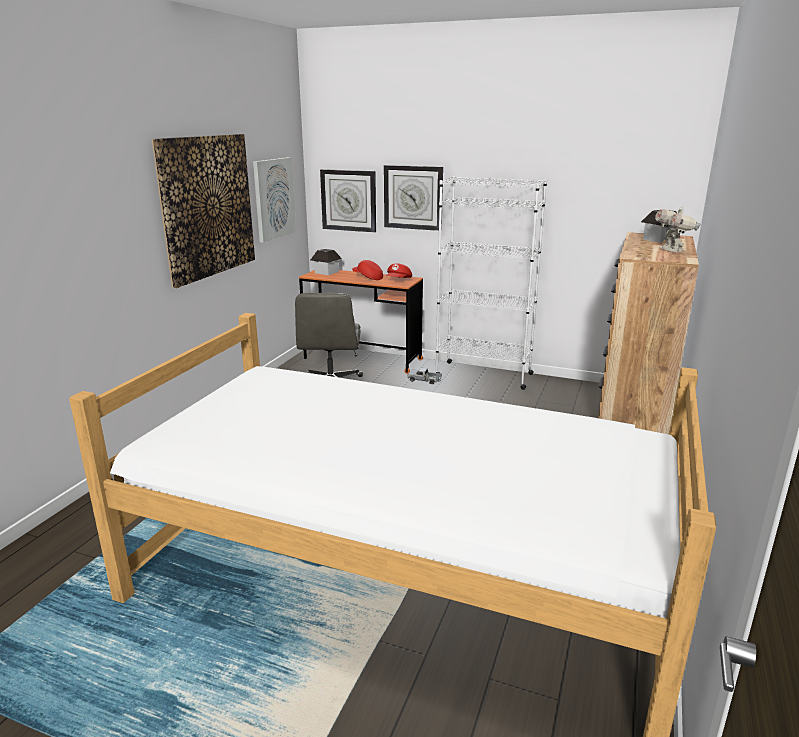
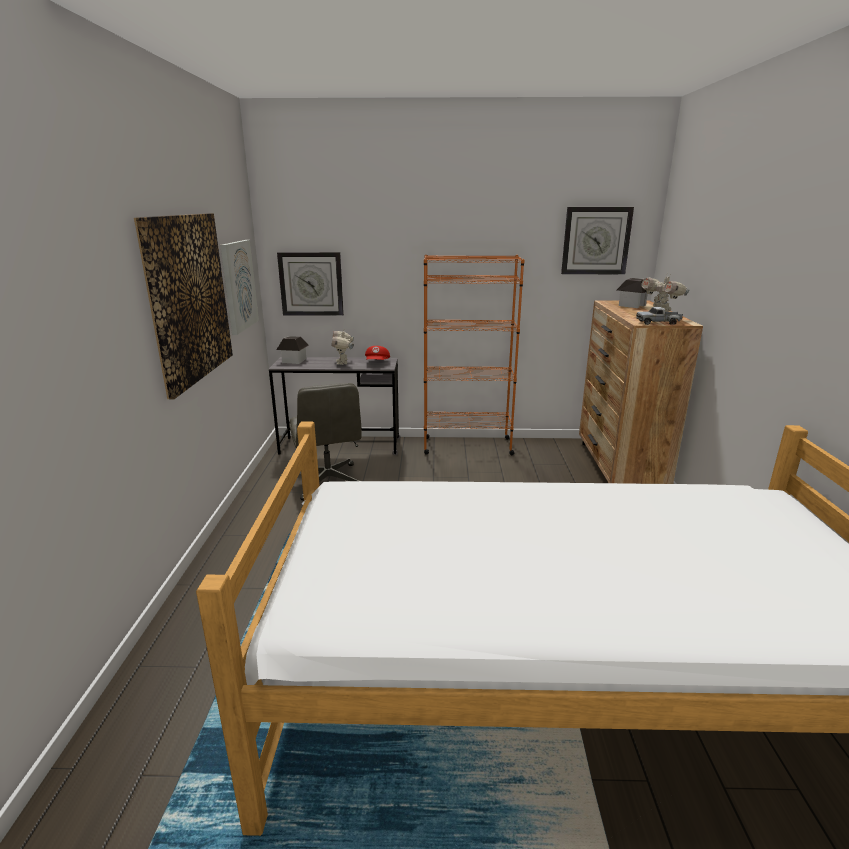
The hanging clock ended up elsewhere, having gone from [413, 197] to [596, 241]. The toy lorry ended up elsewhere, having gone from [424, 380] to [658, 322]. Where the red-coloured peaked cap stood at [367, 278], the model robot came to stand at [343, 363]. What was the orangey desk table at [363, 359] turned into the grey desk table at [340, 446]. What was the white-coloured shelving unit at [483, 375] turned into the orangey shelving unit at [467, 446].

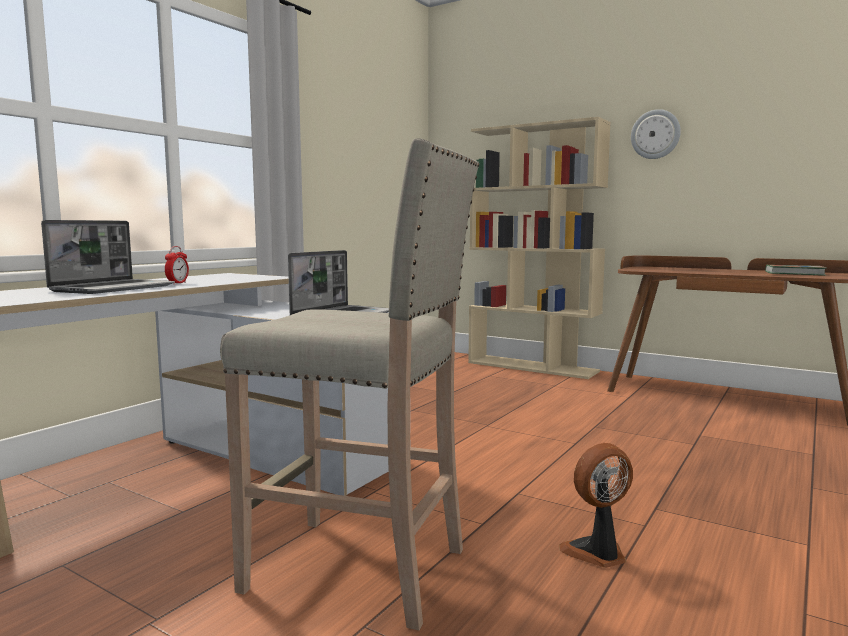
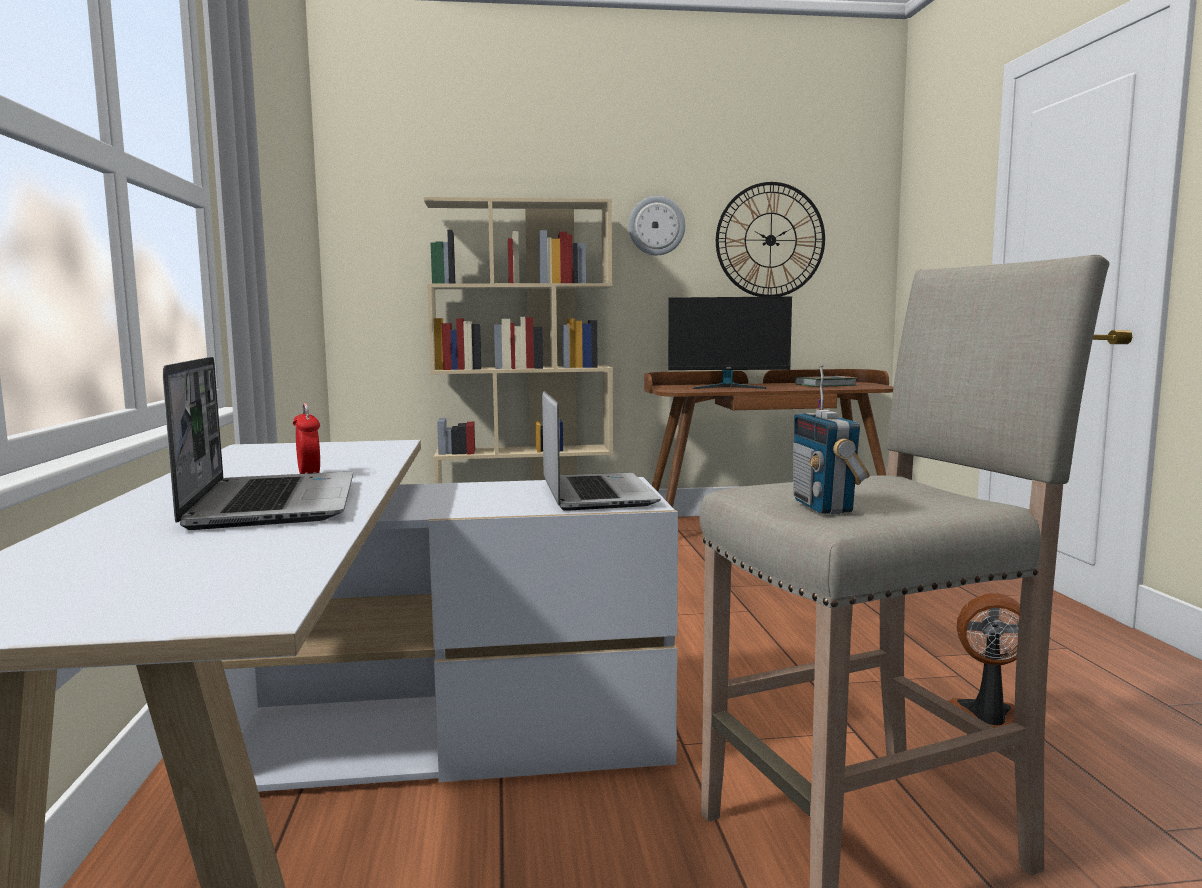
The second view gained the computer screen at [728, 387]. The second view gained the hanging clock at [770, 240]. The second view gained the radio set at [824, 506]. The fan at [597, 553] ended up facing another way, 75 degrees clockwise from before.

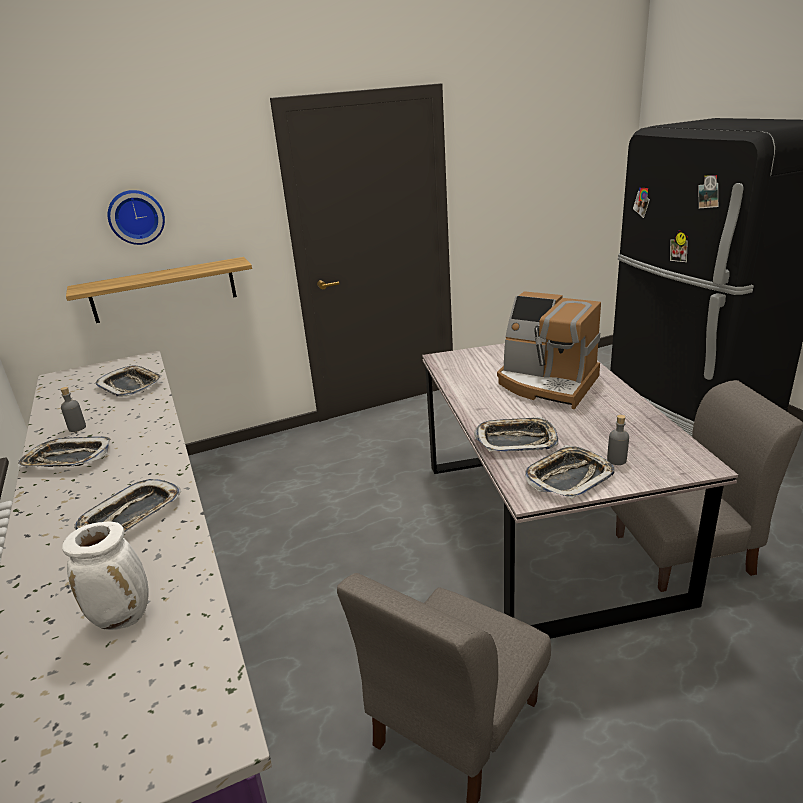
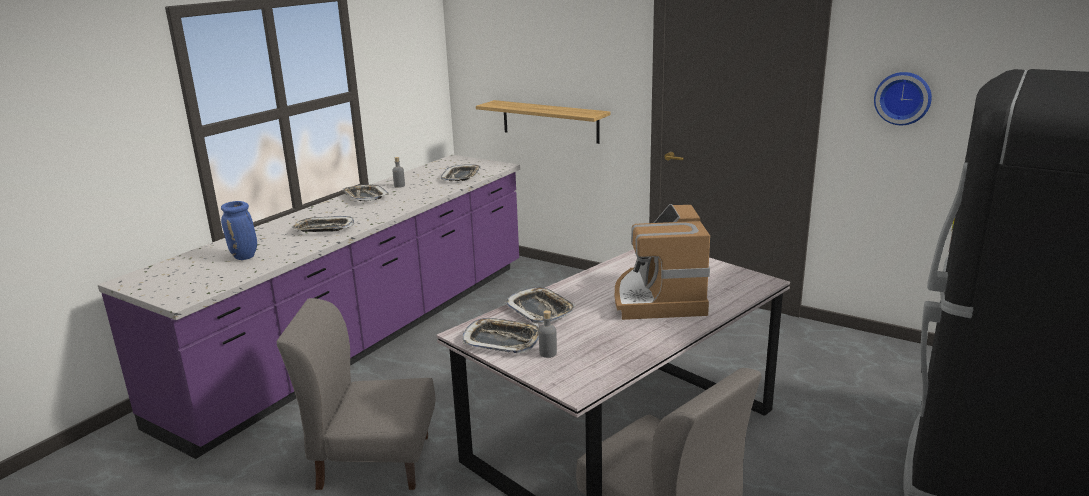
The hanging clock ended up elsewhere, having gone from [136, 217] to [903, 98]. What was the white-coloured flower vase at [124, 617] turned into the blue-coloured flower vase at [245, 257].

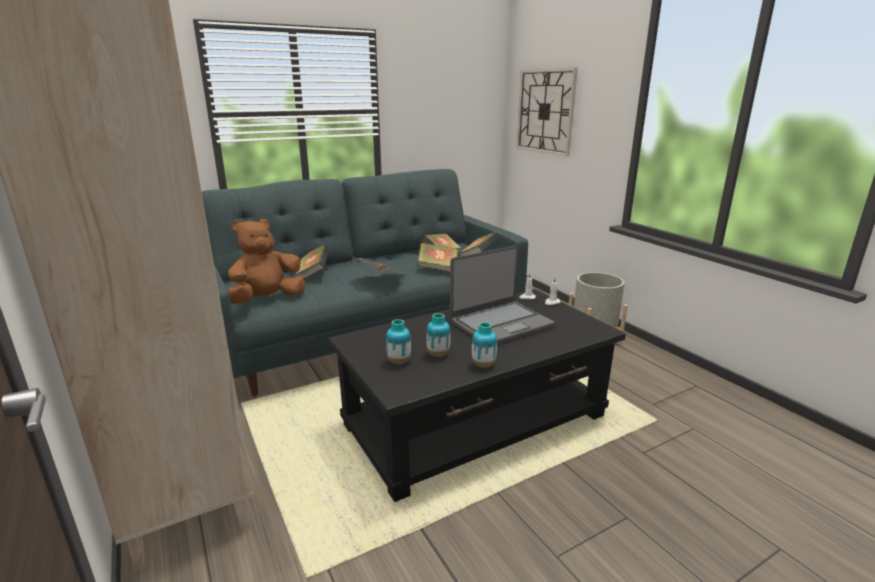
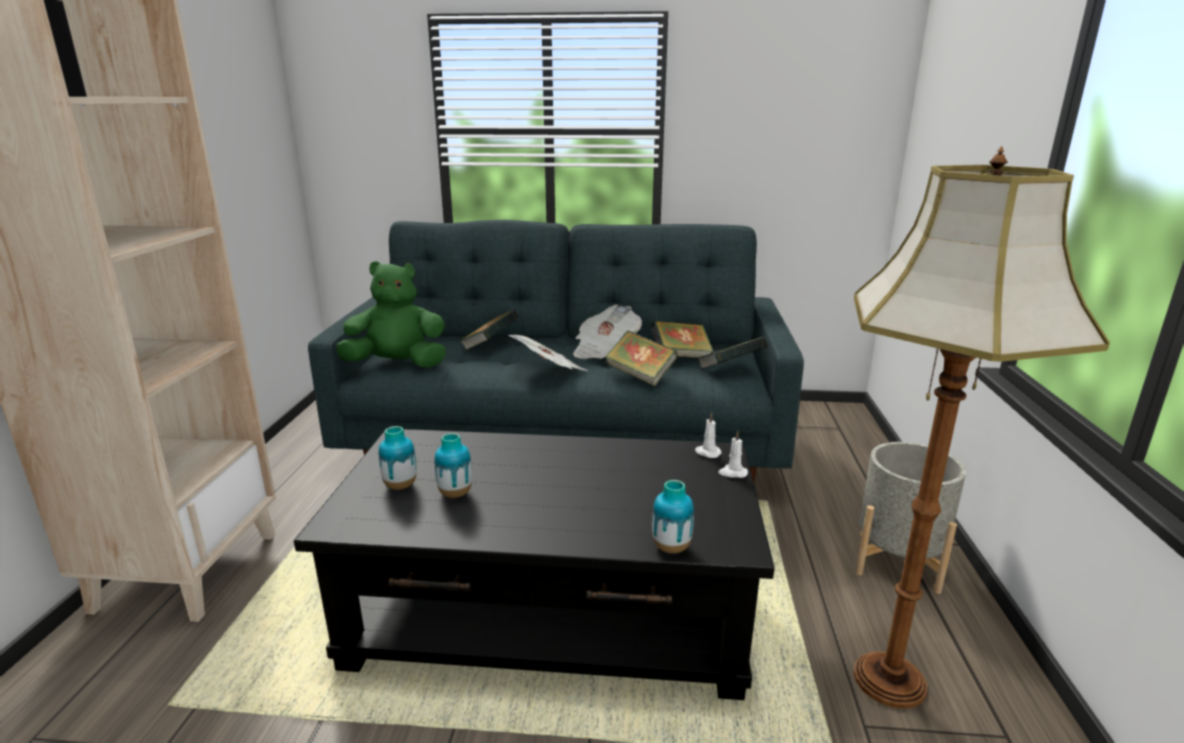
The second view lost the laptop at [500, 324]. The second view lost the hanging clock at [545, 111]. The second view gained the newspaper at [604, 350]. The second view gained the floor lamp at [892, 681]. The flower vase ended up elsewhere, having gone from [483, 365] to [671, 547]. What was the brown-coloured soft toy at [267, 300] turned into the green soft toy at [397, 365].

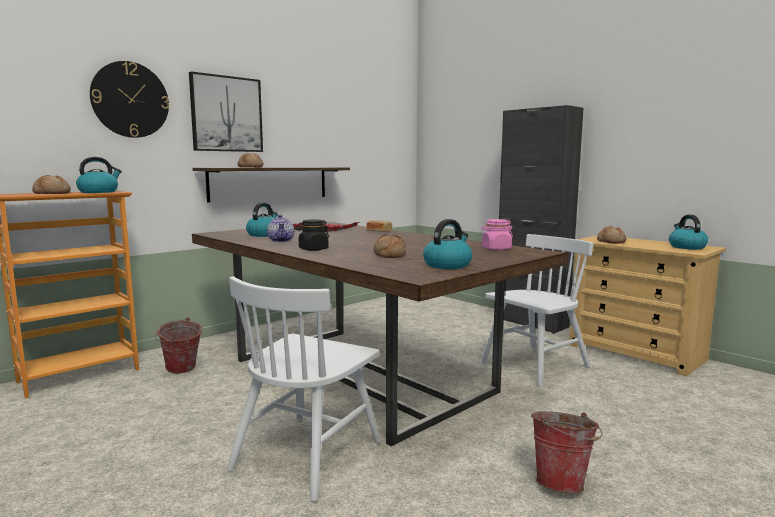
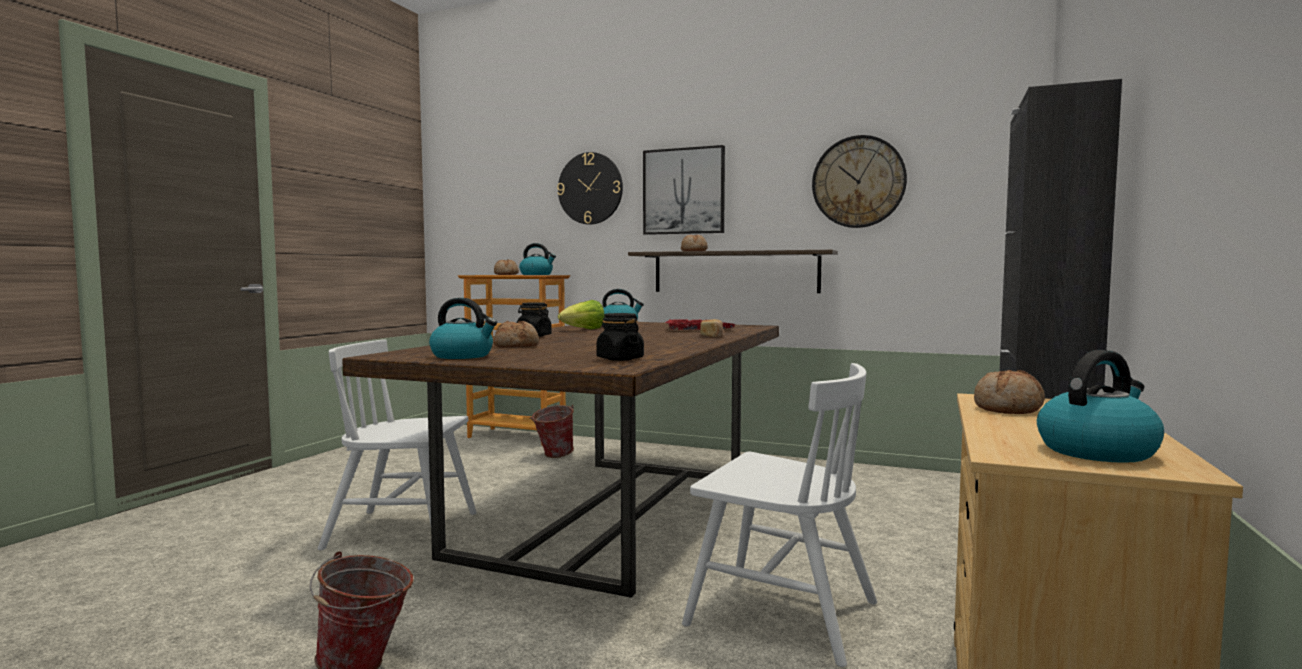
The second view gained the hanging clock at [858, 182]. Where the teapot stood at [281, 240], the lettuce head came to stand at [583, 330]. What was the pinkish preserve jar at [496, 249] turned into the black-coloured preserve jar at [619, 359].

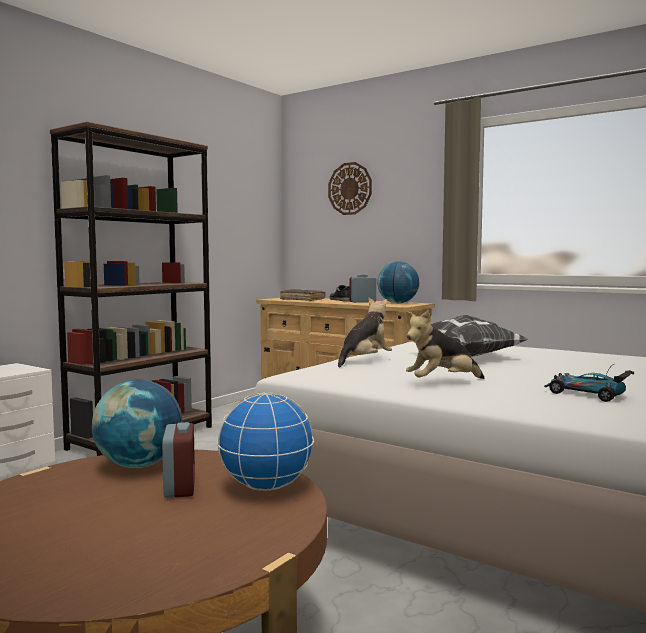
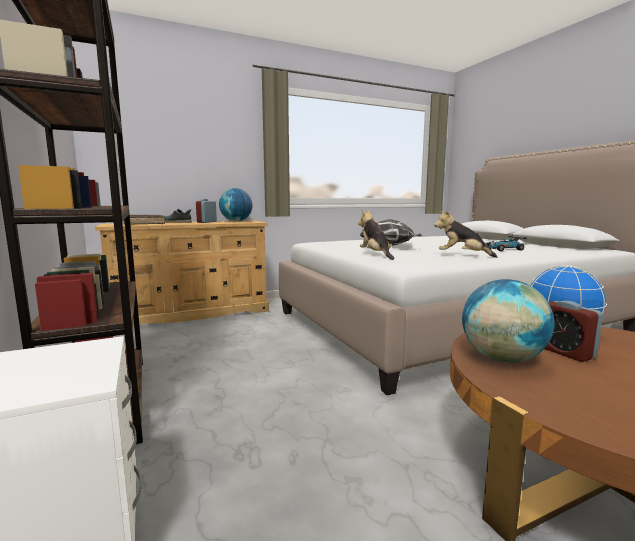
The second view lost the hanging clock at [350, 188]. The bedside clock at [180, 487] ended up facing another way, 135 degrees counterclockwise from before. The soft toy at [442, 383] ended up facing another way, 105 degrees clockwise from before.

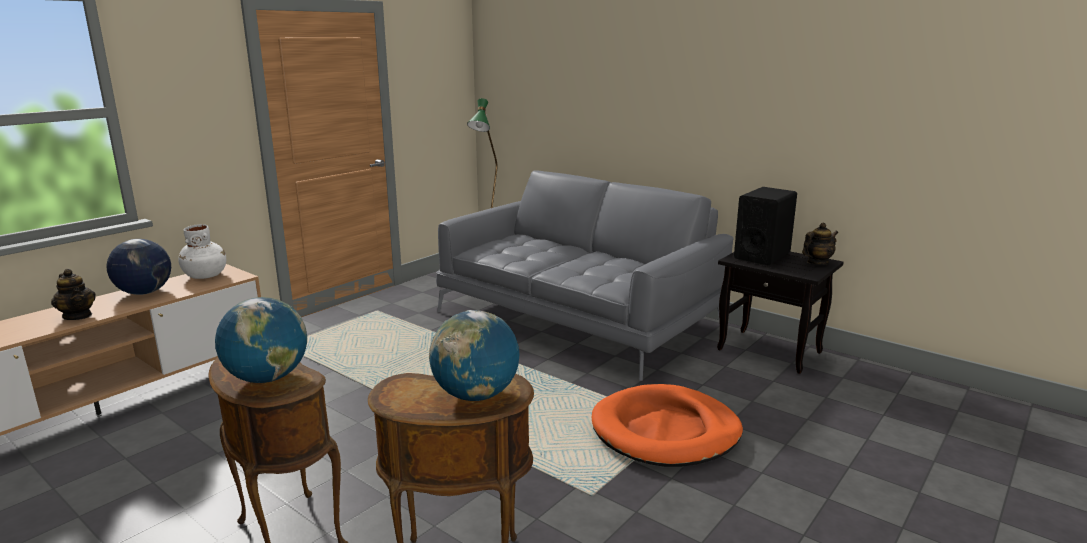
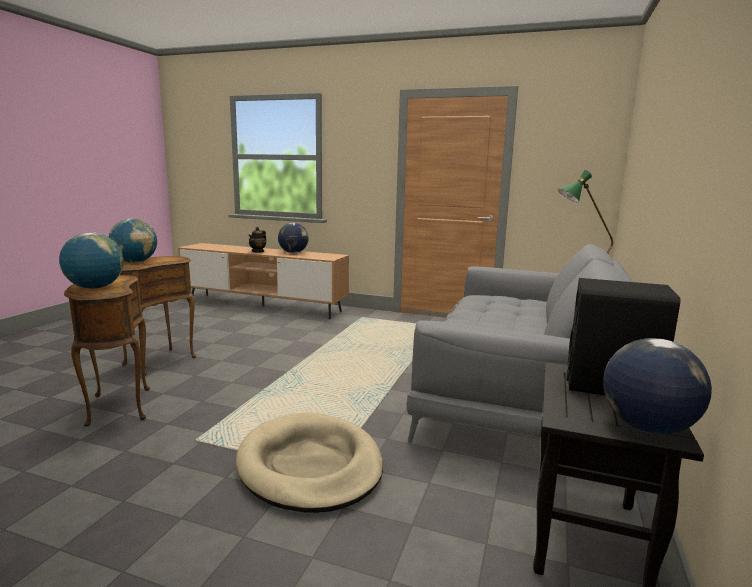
The second view lost the white-coloured flower vase at [205, 276]. Where the teapot stood at [817, 262], the globe came to stand at [647, 427]. What was the orangey dog bed at [665, 431] turned into the beige-coloured dog bed at [310, 466].

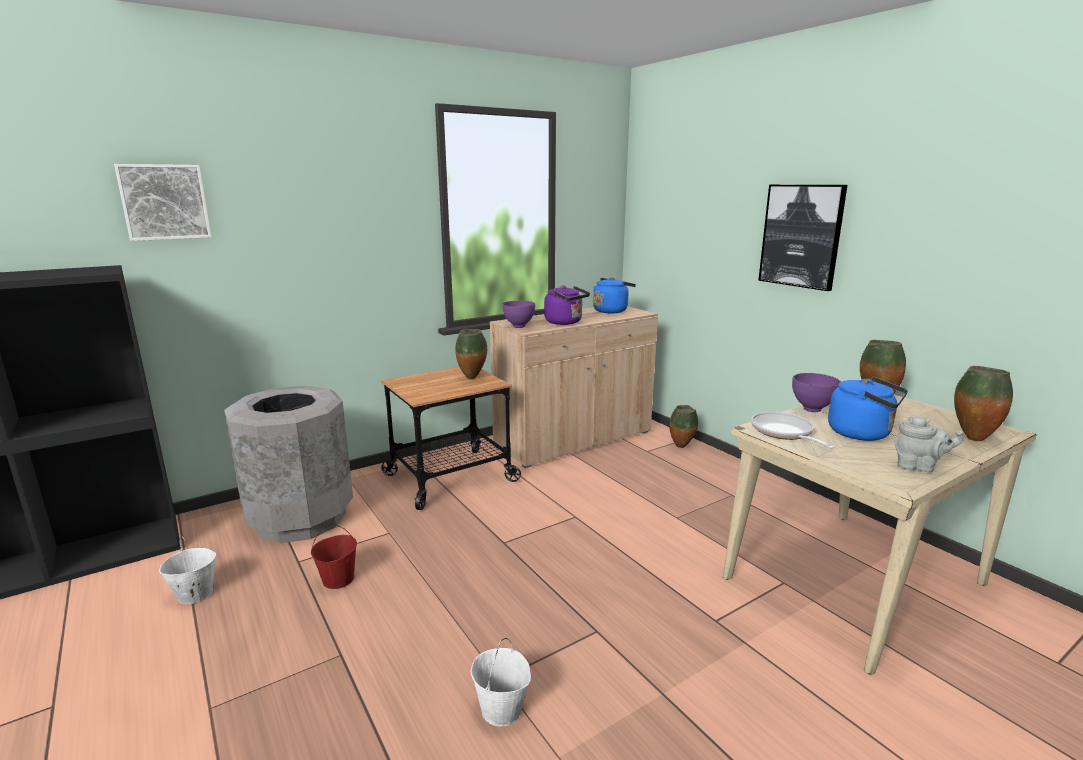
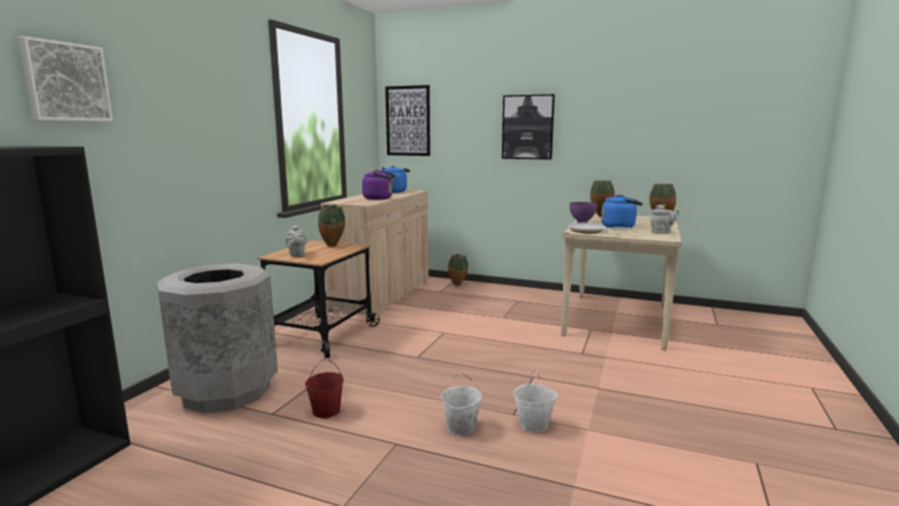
The second view lost the purplish bowl at [519, 327]. The second view gained the grey teapot at [297, 255]. The second view gained the picture at [408, 121]. The white-coloured pail ended up elsewhere, having gone from [194, 594] to [461, 428].

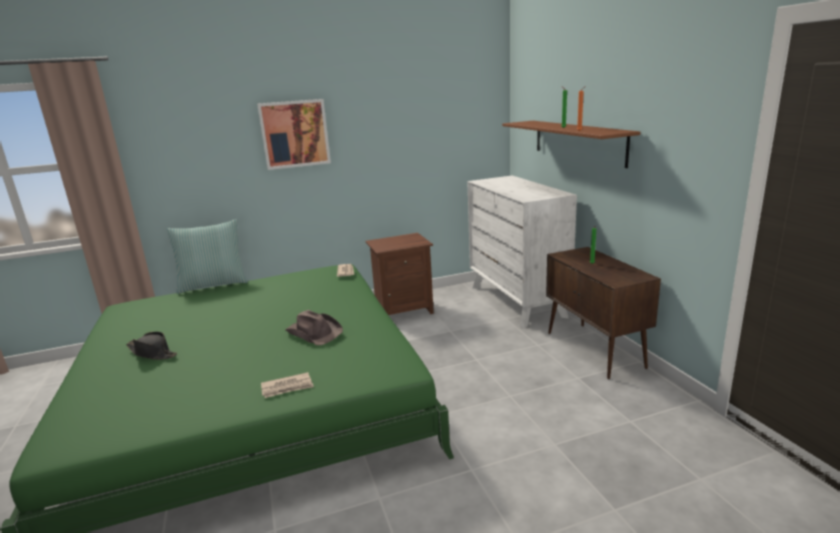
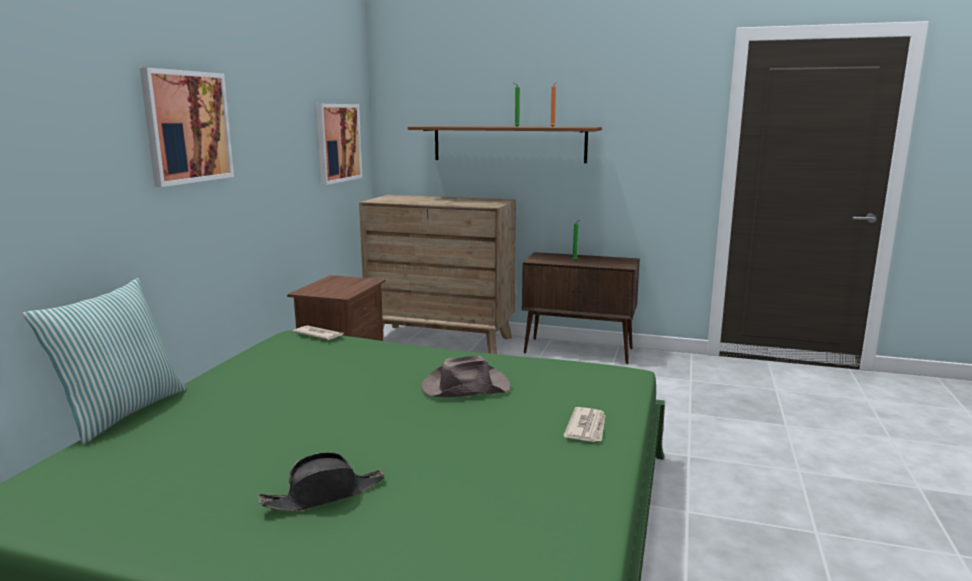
The second view gained the picture at [338, 143]. What was the white-coloured drawer chest at [517, 301] turned into the brown-coloured drawer chest at [441, 340].

